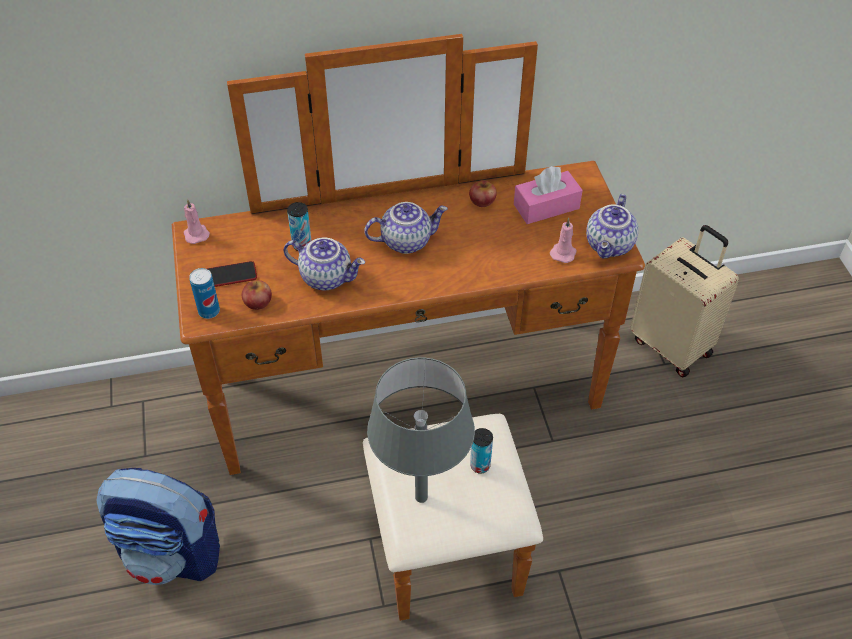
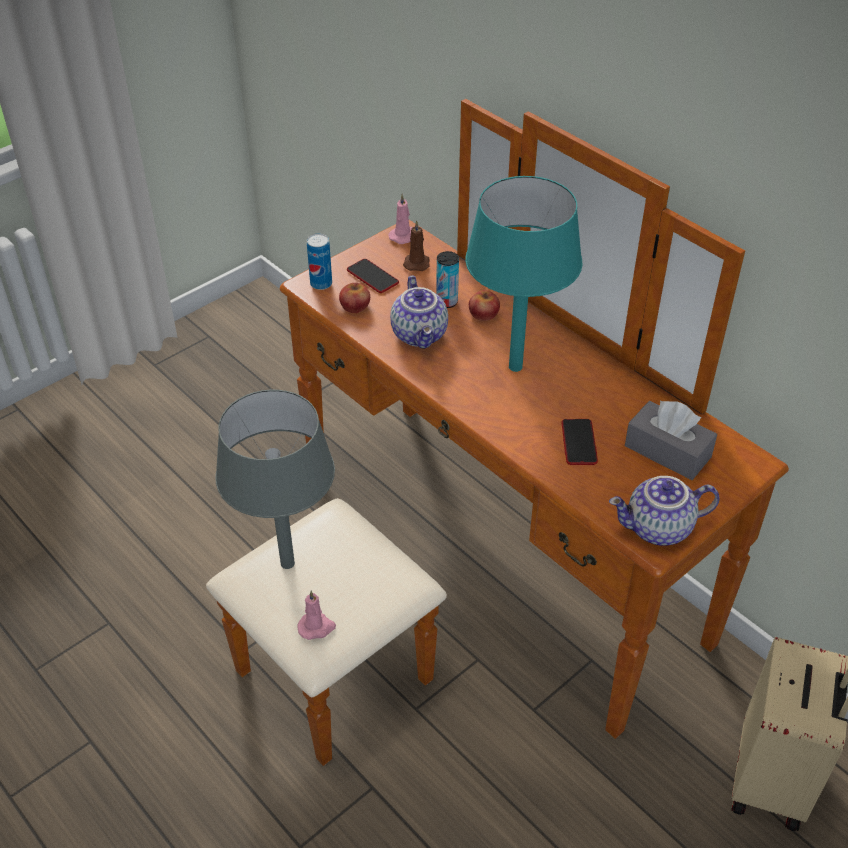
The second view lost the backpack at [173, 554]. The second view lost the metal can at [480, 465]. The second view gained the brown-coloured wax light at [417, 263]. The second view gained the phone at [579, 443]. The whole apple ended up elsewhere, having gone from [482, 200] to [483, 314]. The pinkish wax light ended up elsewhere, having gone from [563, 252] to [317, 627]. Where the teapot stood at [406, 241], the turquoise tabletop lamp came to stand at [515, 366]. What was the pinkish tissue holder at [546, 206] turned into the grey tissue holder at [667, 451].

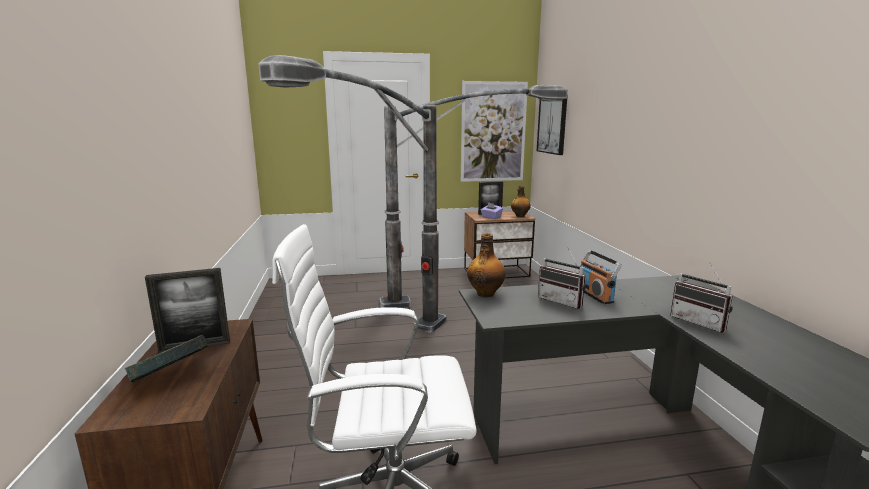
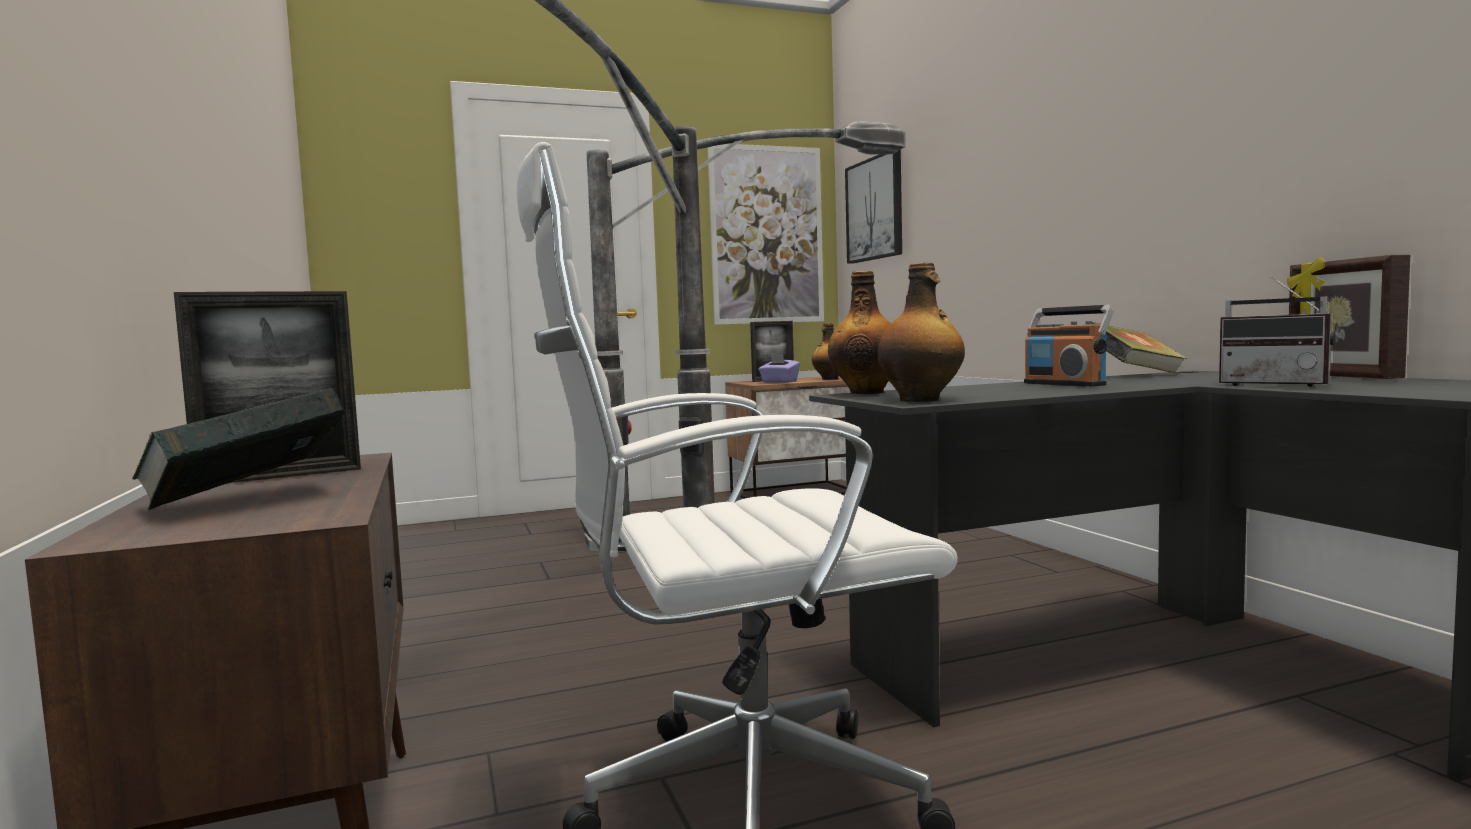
The second view lost the radio set at [562, 301]. The second view gained the bottle at [920, 400]. The second view gained the bound book at [1133, 375]. The second view gained the picture frame at [1340, 377].

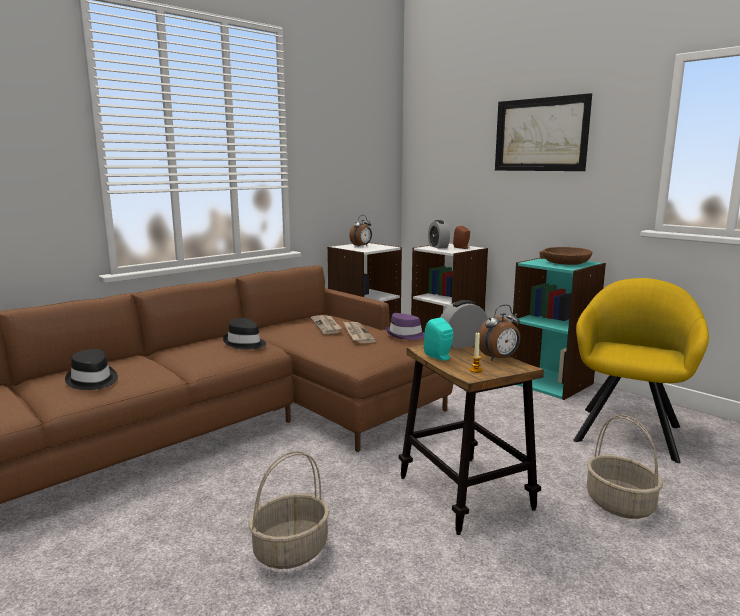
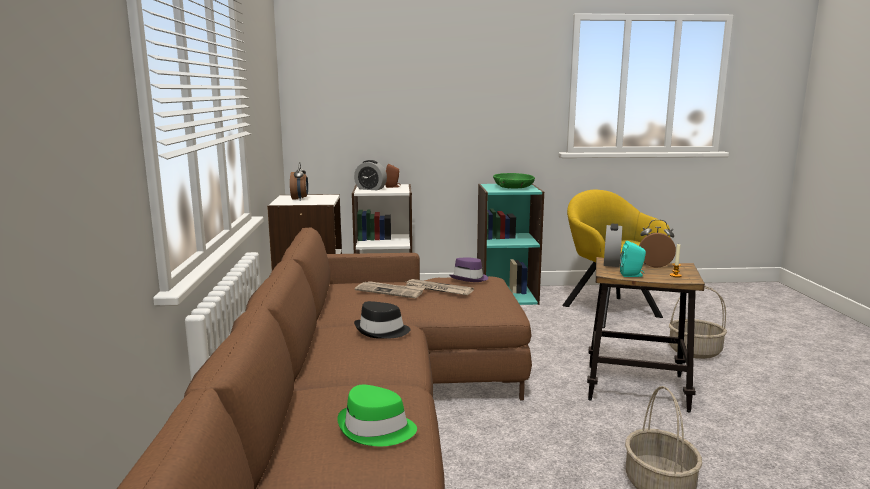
The second view lost the picture at [541, 135]. What was the black-coloured wearable hat at [92, 380] turned into the green wearable hat at [376, 429]. What was the brown-coloured bowl at [566, 262] turned into the green bowl at [513, 187]. The bedside clock at [499, 358] ended up facing another way, 90 degrees counterclockwise from before.

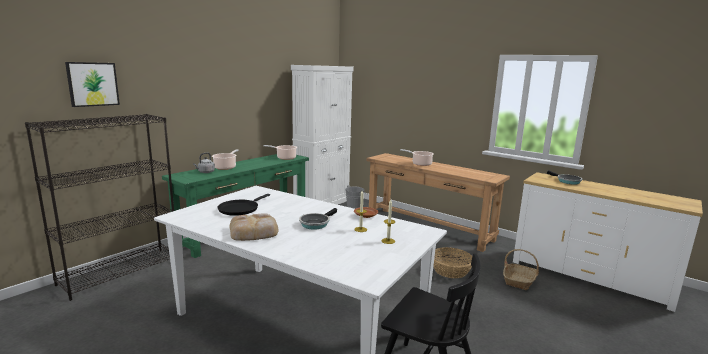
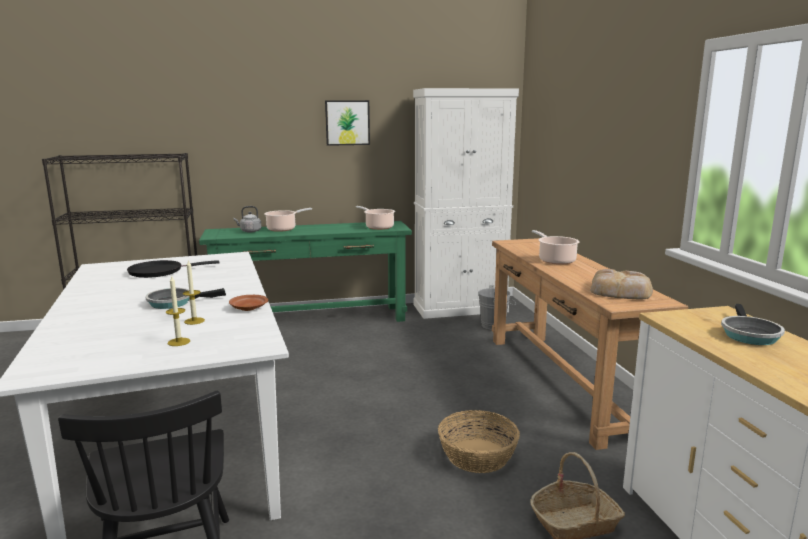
The picture ended up elsewhere, having gone from [92, 84] to [347, 122]. The bakery bread ended up elsewhere, having gone from [254, 232] to [621, 291].

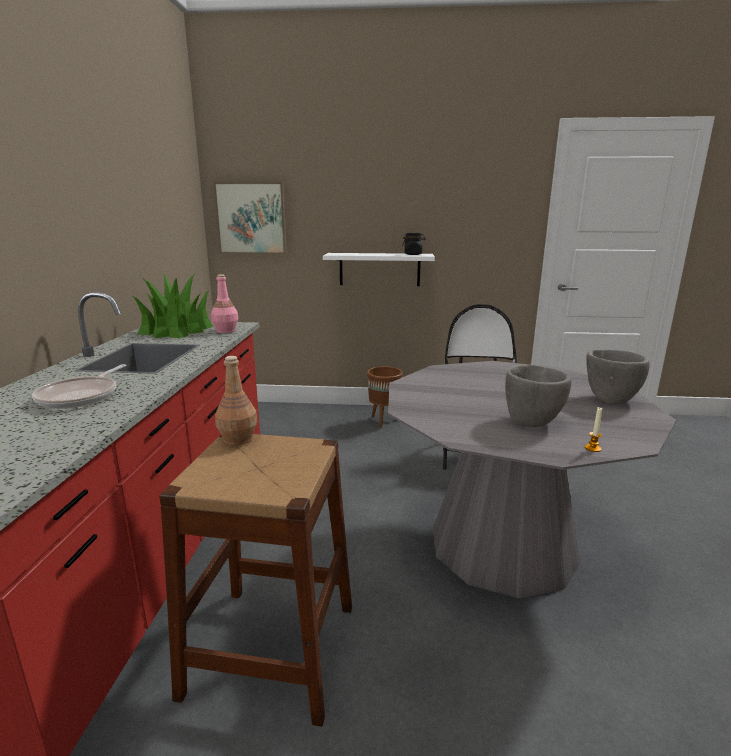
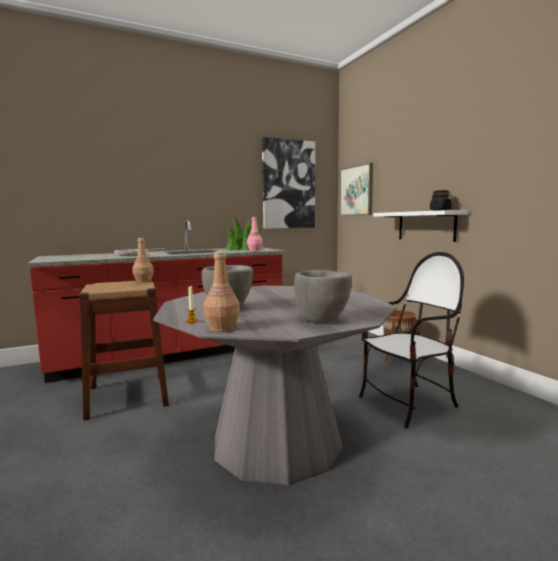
The second view gained the brown-coloured bottle at [222, 328]. The second view gained the picture at [288, 184].

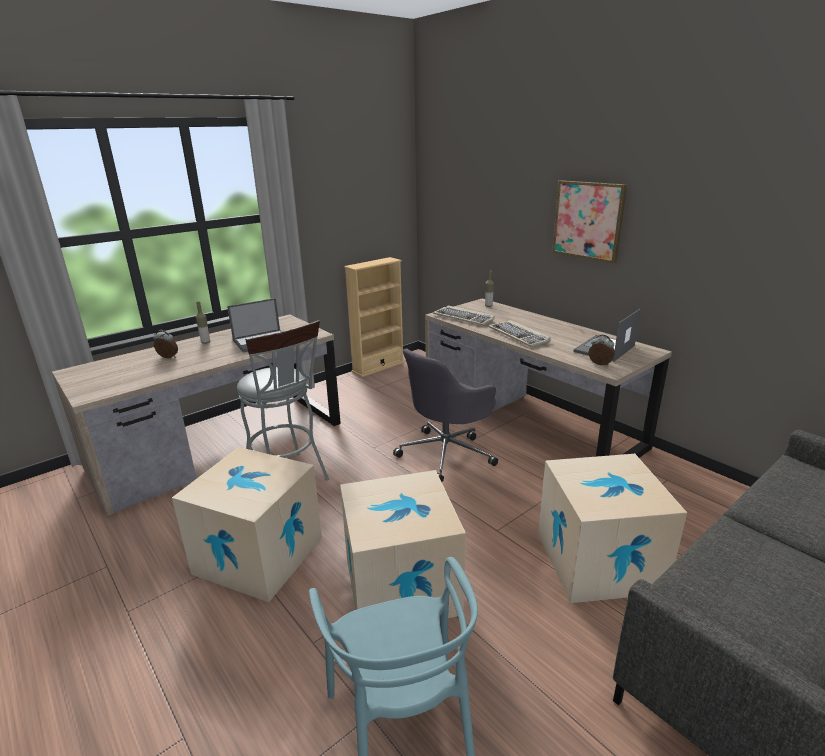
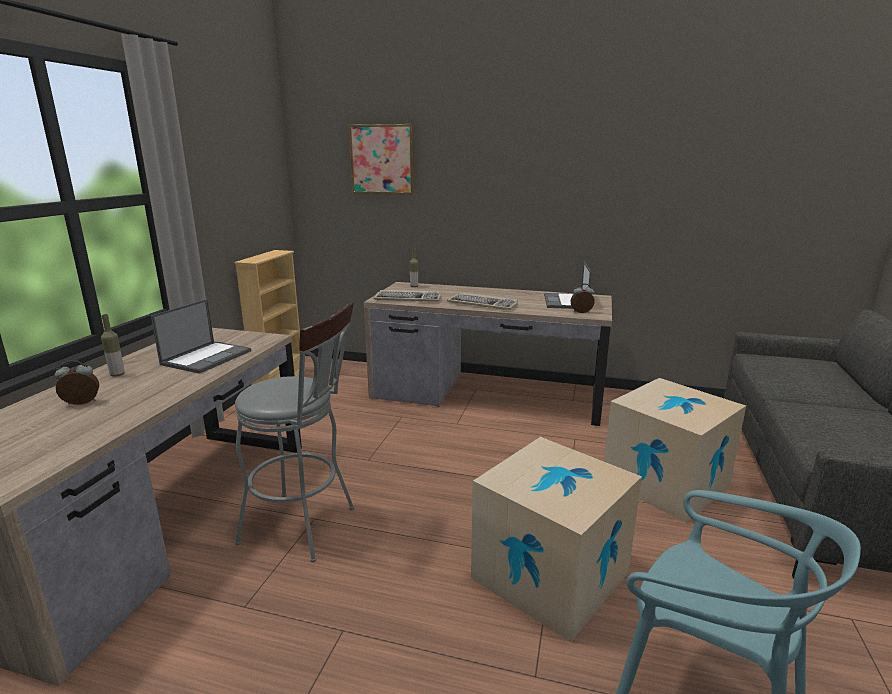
The second view lost the carton at [259, 555]. The second view lost the grey desk chair at [447, 453]. The picture ended up elsewhere, having gone from [588, 220] to [382, 159].

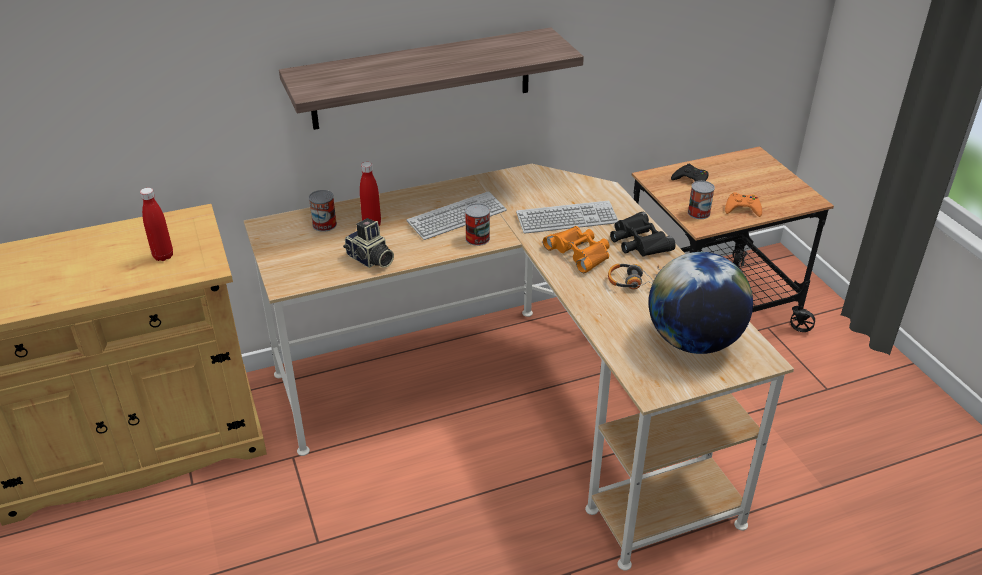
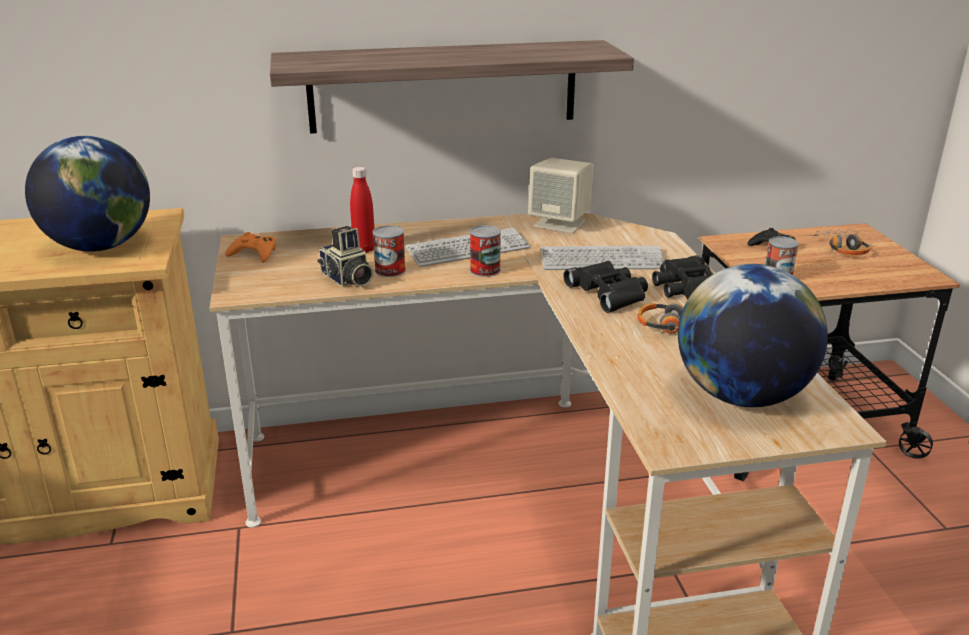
The second view gained the beige-coloured speaker at [560, 223]. The second view gained the headphones at [842, 248]. The metal can ended up elsewhere, having gone from [324, 224] to [390, 270]. The orangey game controller ended up elsewhere, having gone from [742, 208] to [254, 253]. Where the red-coloured bottle stood at [163, 256], the globe came to stand at [100, 246]. What was the orangey binoculars at [580, 253] turned into the black-coloured binoculars at [609, 293].

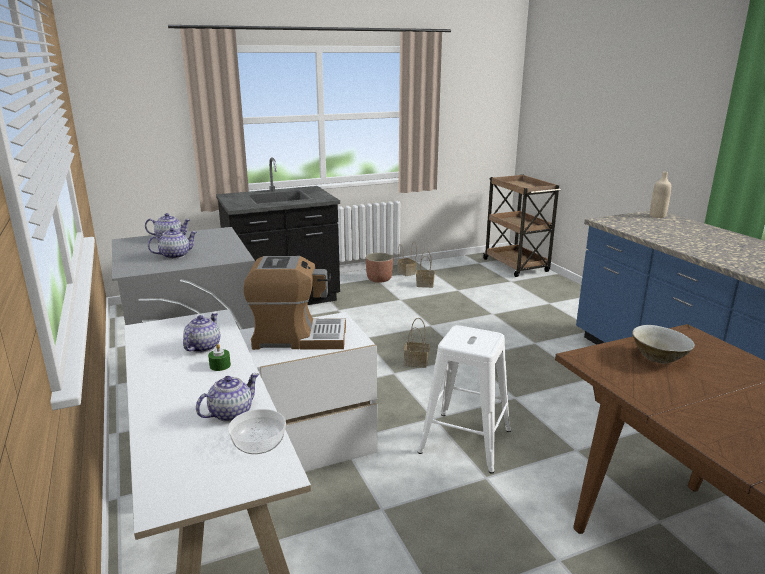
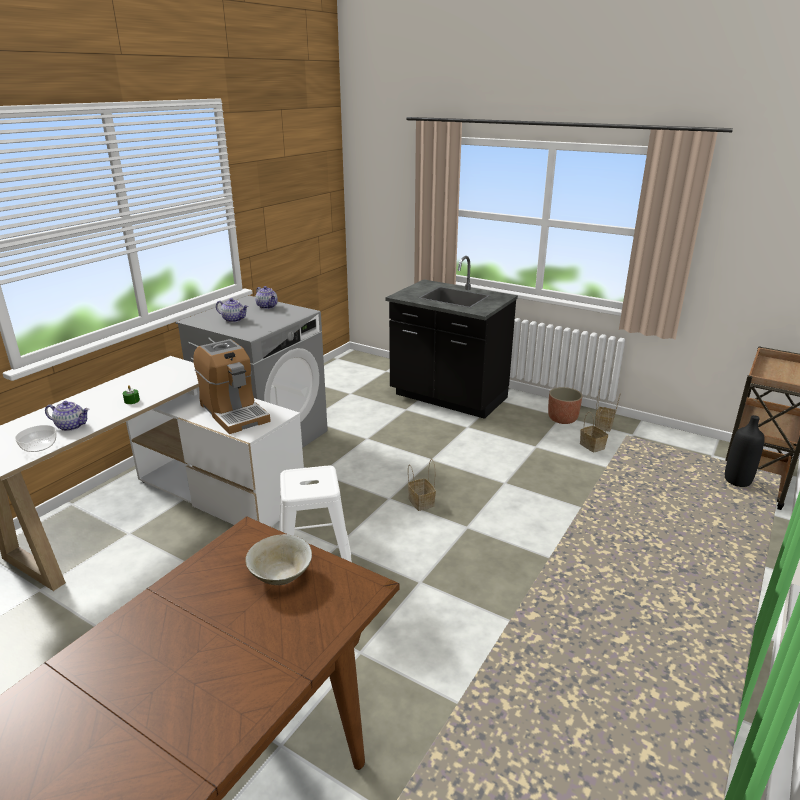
The second view lost the teapot at [203, 347]. What was the beige-coloured bottle at [657, 216] turned into the black-coloured bottle at [737, 480].

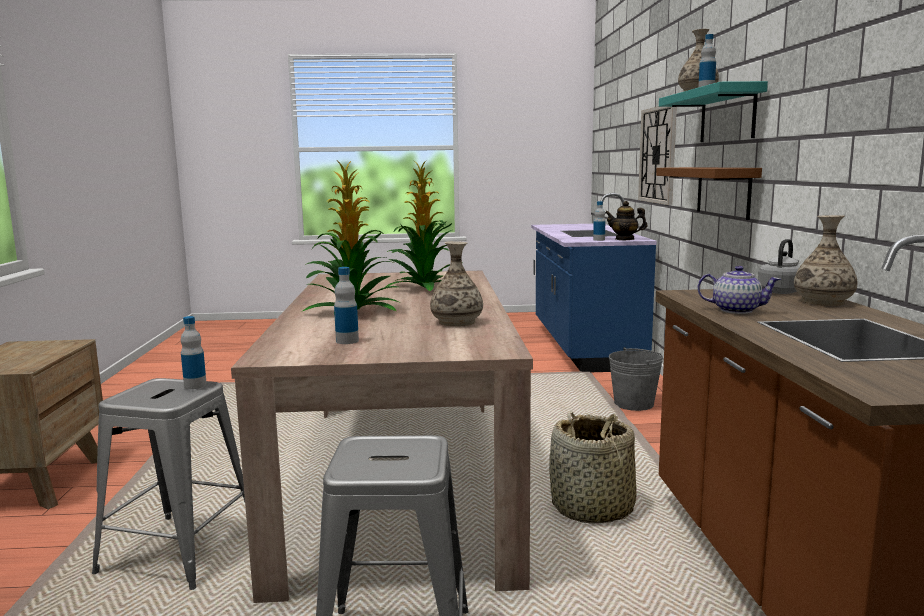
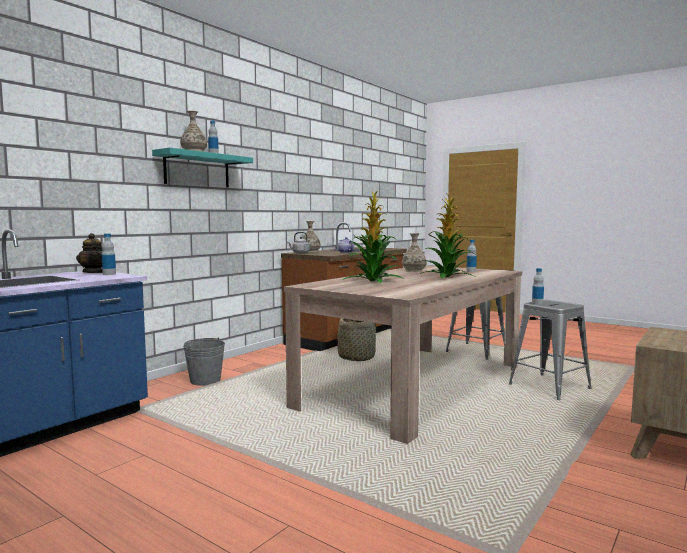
The second view lost the hanging clock at [658, 155]. The second view lost the brown-coloured shelf at [723, 191].

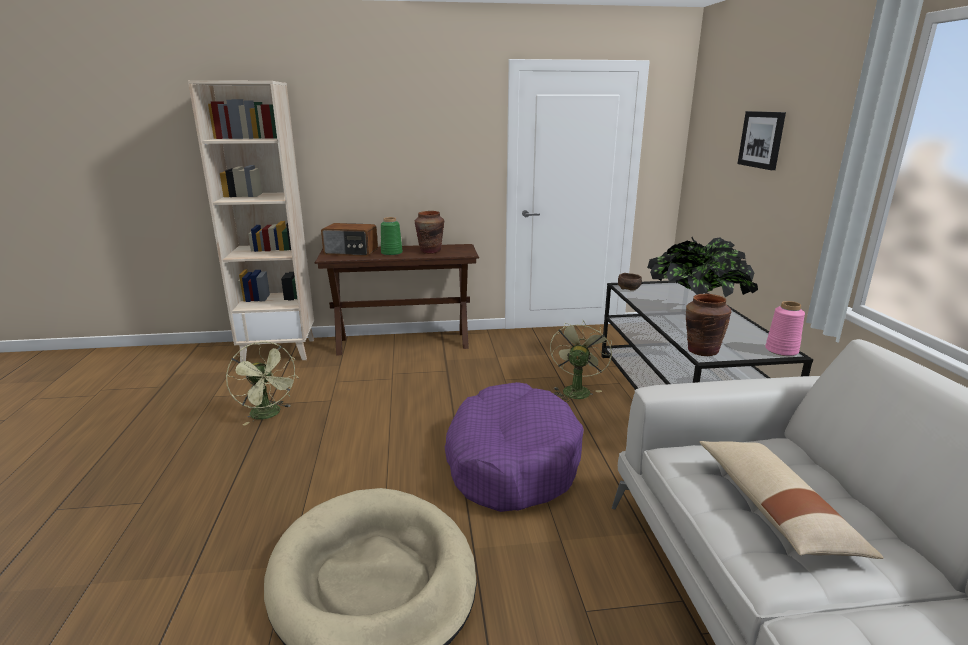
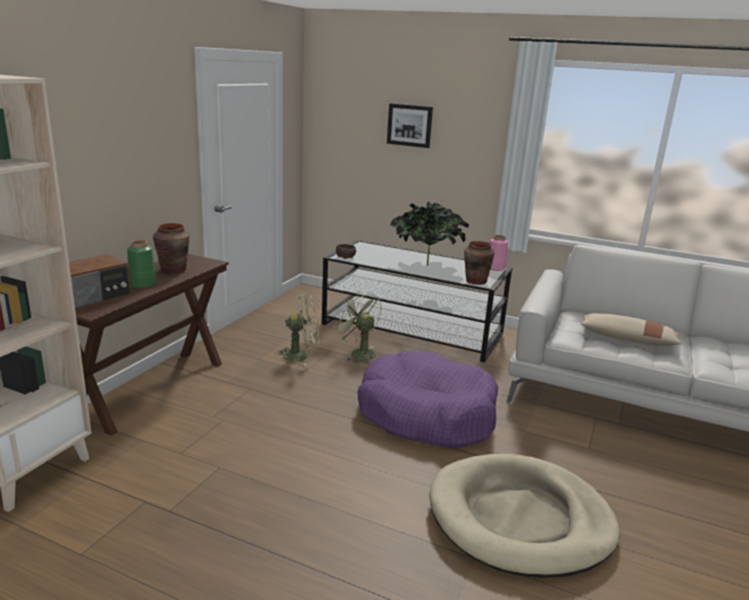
The green fan ended up elsewhere, having gone from [269, 415] to [301, 355].

